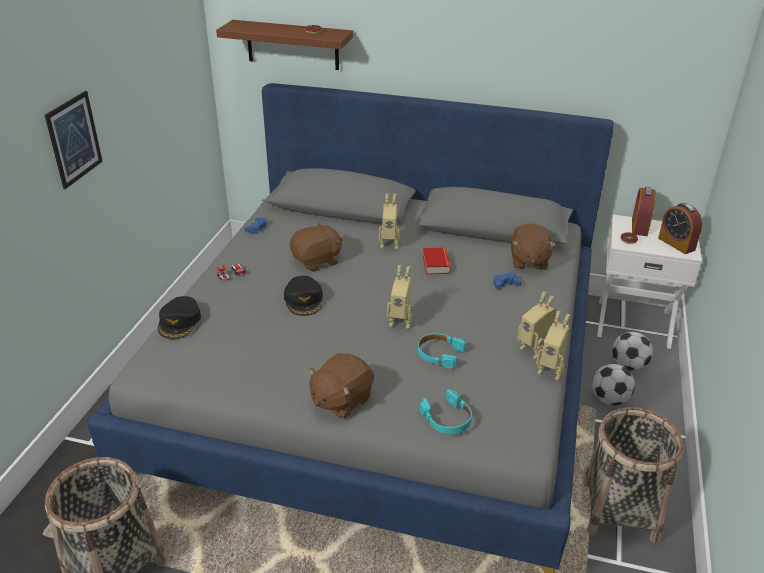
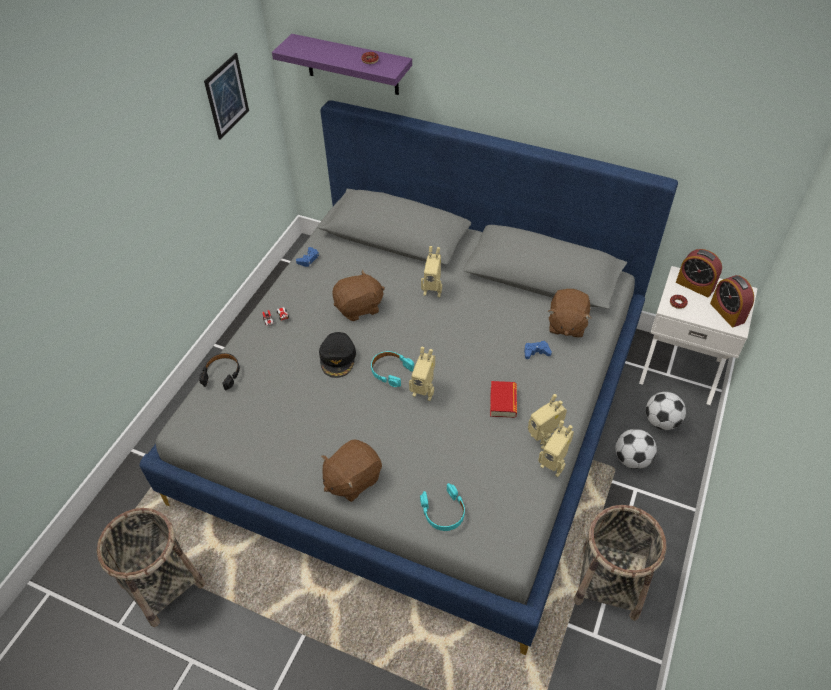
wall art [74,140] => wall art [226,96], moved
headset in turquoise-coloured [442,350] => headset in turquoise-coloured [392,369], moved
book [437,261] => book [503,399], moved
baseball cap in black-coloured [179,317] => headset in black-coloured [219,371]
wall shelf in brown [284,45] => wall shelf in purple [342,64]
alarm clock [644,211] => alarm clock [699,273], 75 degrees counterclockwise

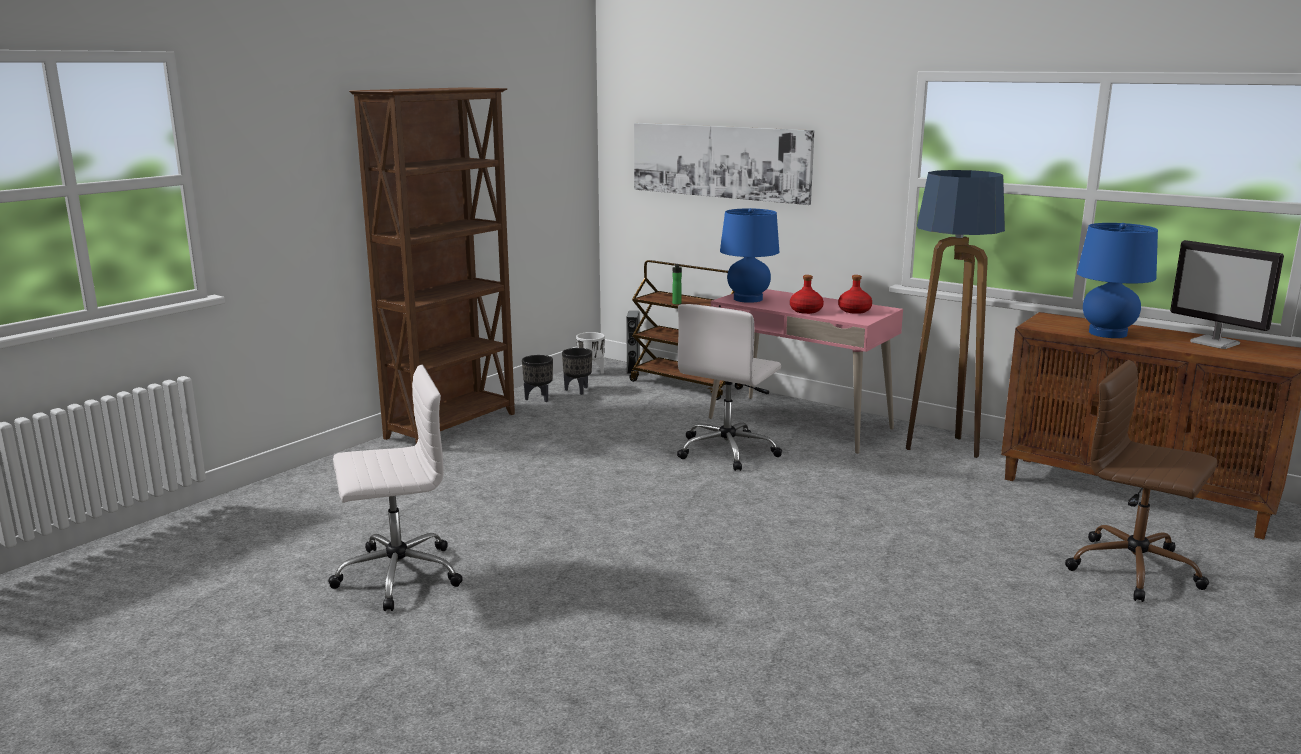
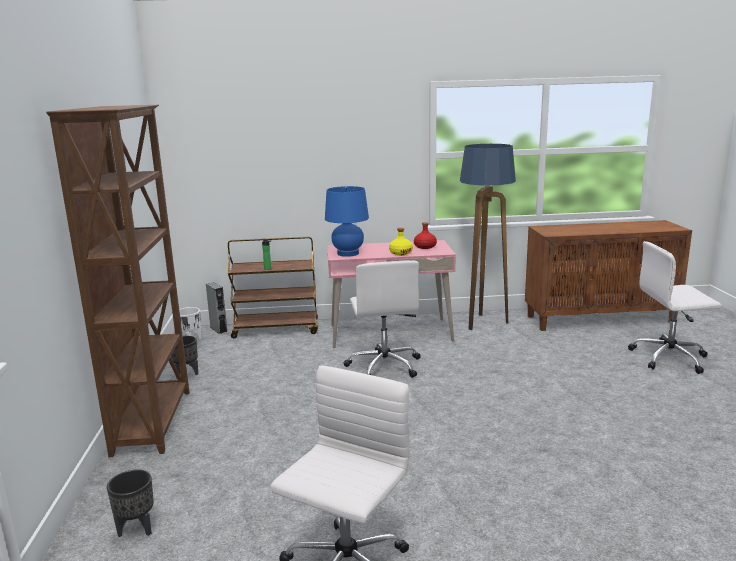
wall art [724,164] => nothing
tabletop lamp in blue [1117,280] => nothing
monitor [1227,294] => nothing
planter in black-coloured [577,371] => planter in black-coloured [130,503], moved
bottle in red-coloured [807,294] => bottle in yellow-coloured [401,241]
office chair in brown [1141,481] => office chair in whitish [674,307]

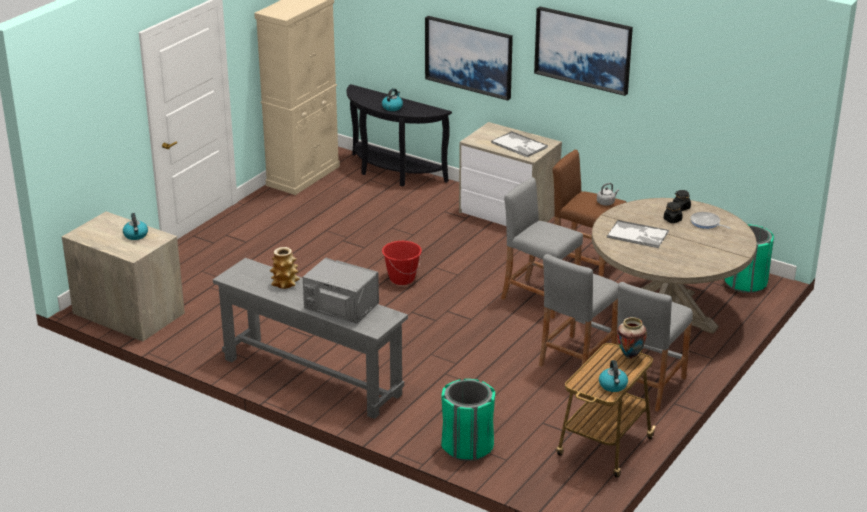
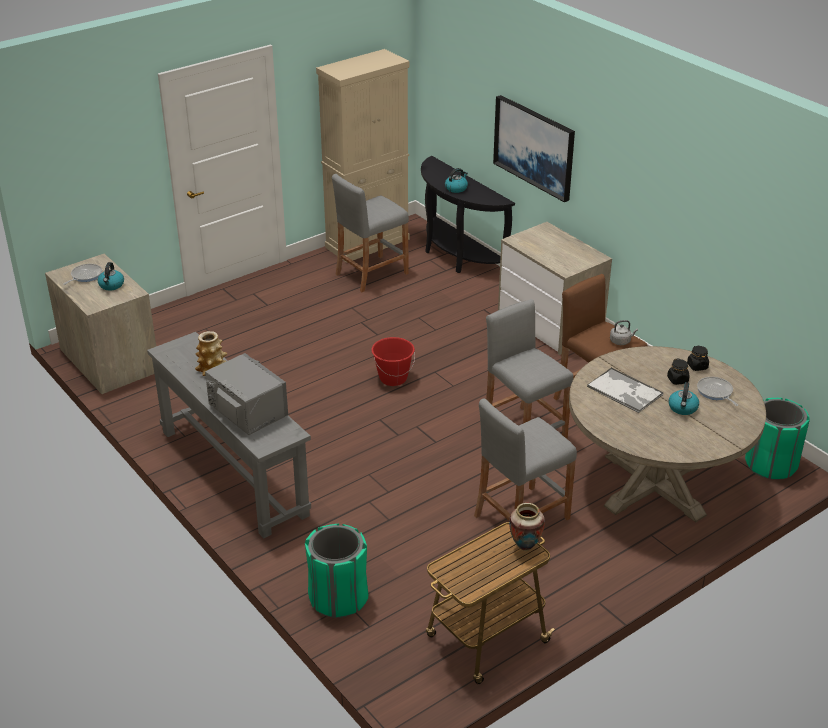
serving tray [519,144] => nothing
wall art [583,51] => nothing
nothing => skillet [83,274]
tea kettle [613,376] => tea kettle [684,398], moved
stool seat in gray [654,347] => stool seat in gray [370,233], moved

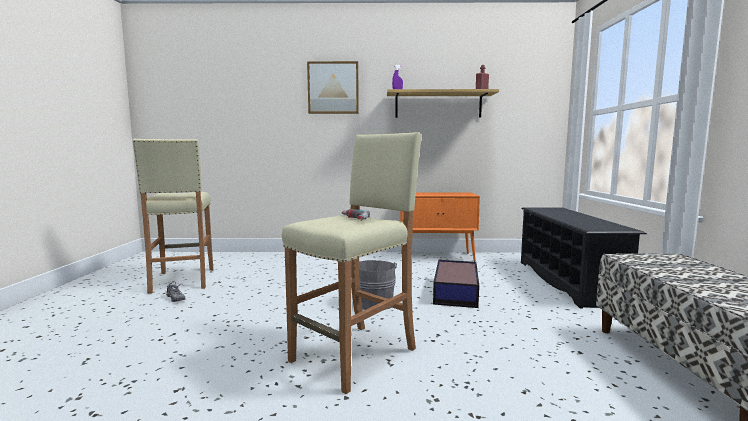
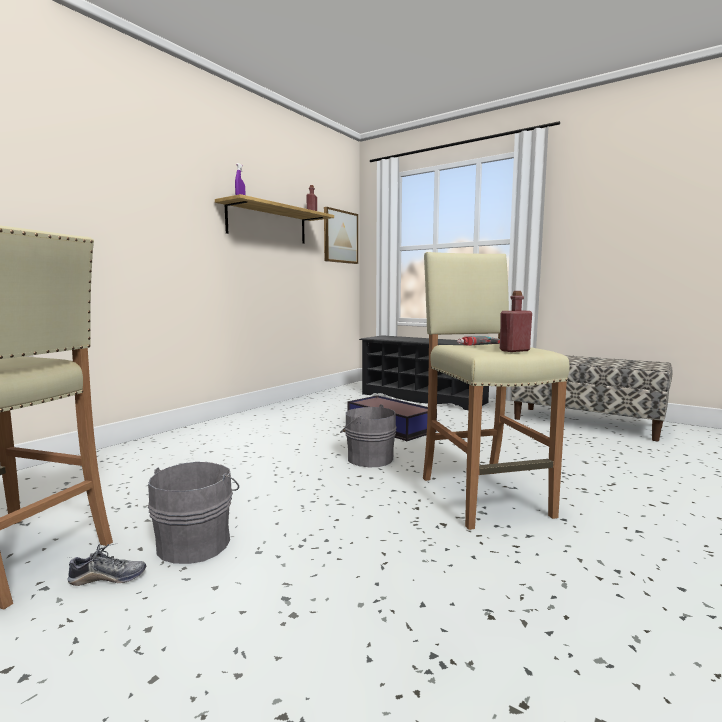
cabinet in orange-coloured [440,227] => nothing
nothing => water bucket in gray [193,513]
nothing => bottle in red-coloured [516,321]
wall art [333,87] => wall art [341,235], moved

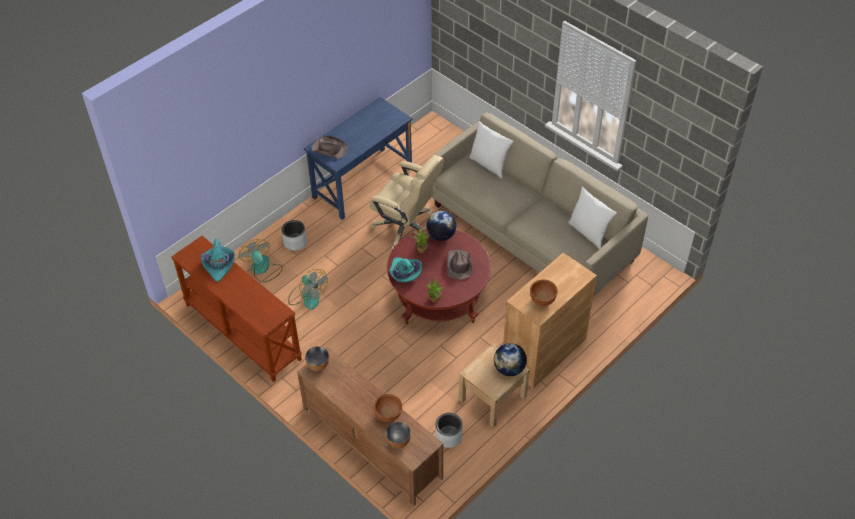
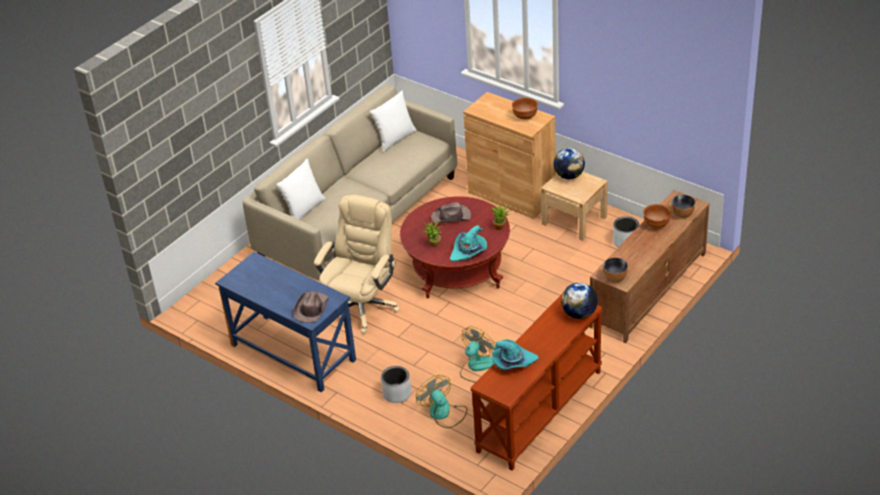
desk globe [441,226] => desk globe [579,301], moved
cooling fan [260,260] => cooling fan [441,401], 90 degrees clockwise

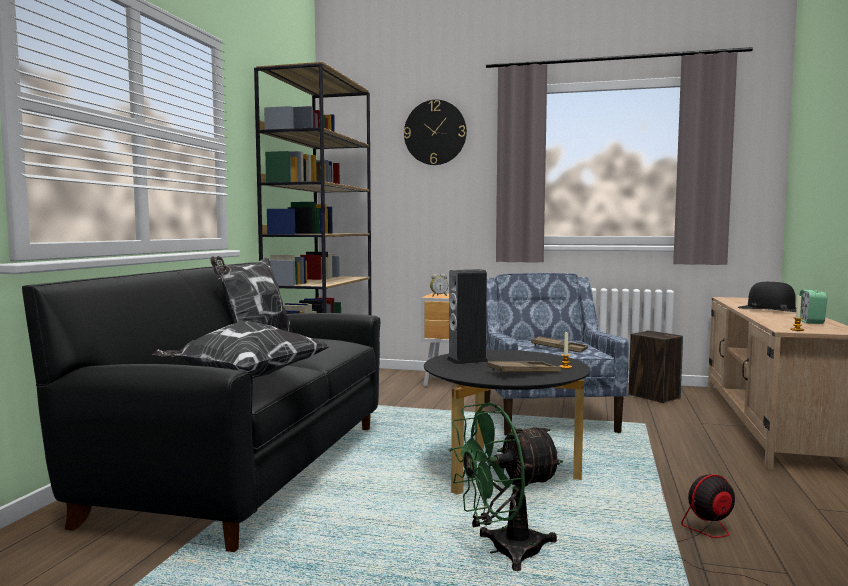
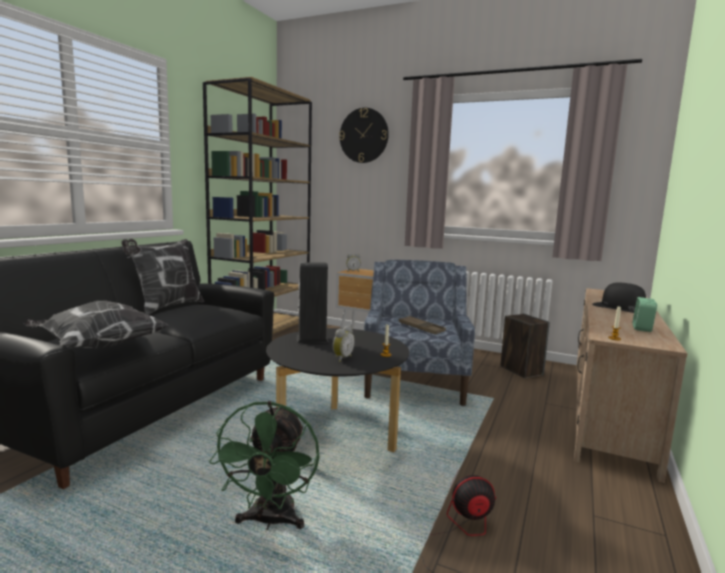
serving tray in brown [524,368] => alarm clock [344,344]
cooling fan in greenish [506,486] => cooling fan in greenish [264,465], 75 degrees counterclockwise

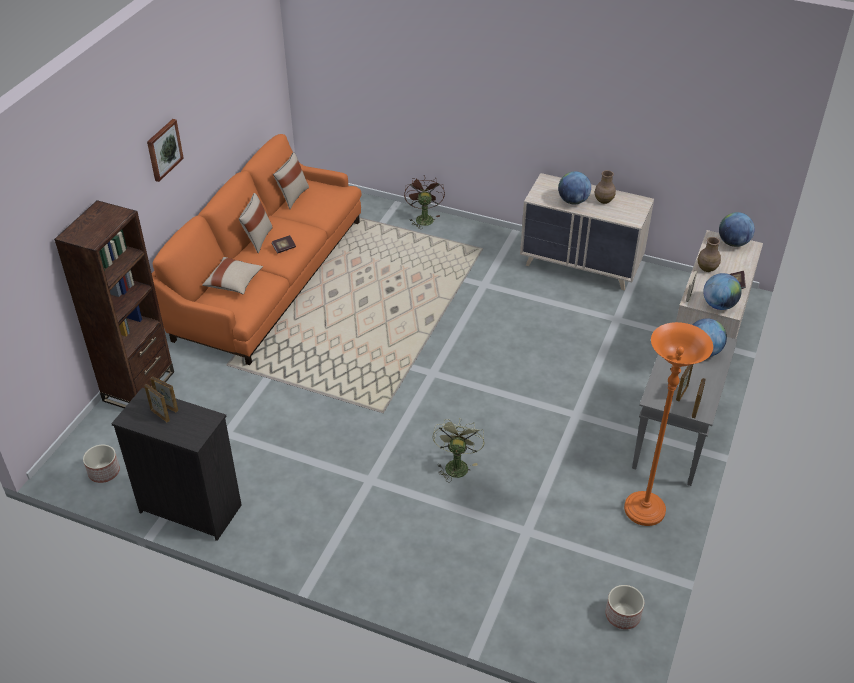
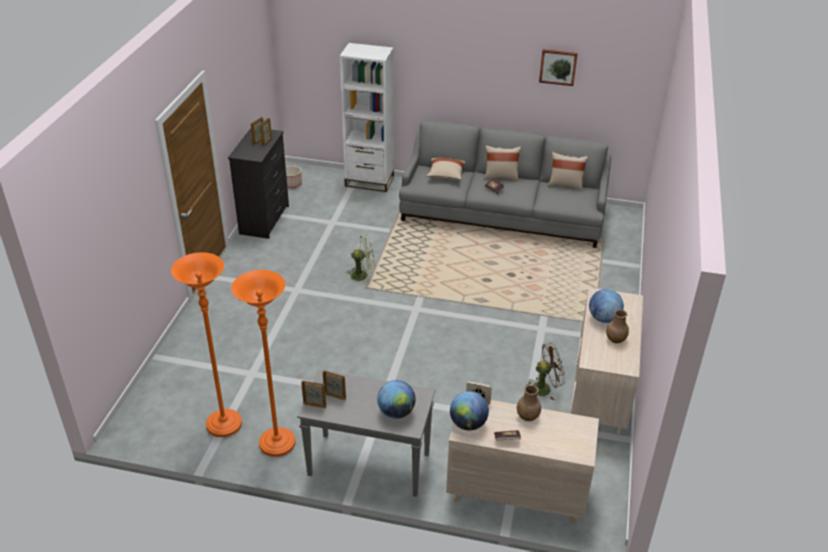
planter [624,607] => nothing
desk globe [737,229] => nothing
nothing => floor lamp in orange-coloured [206,344]
wall art [165,150] => wall art [558,67], moved
cooling fan in brown [424,201] => cooling fan in brown [544,371], moved
cooling fan in greenish [458,450] => cooling fan in greenish [360,260], moved
bookshelf in brown [114,304] => bookshelf in whitish [367,117]
sofa in orange-coloured [257,249] => sofa in gray [505,184]

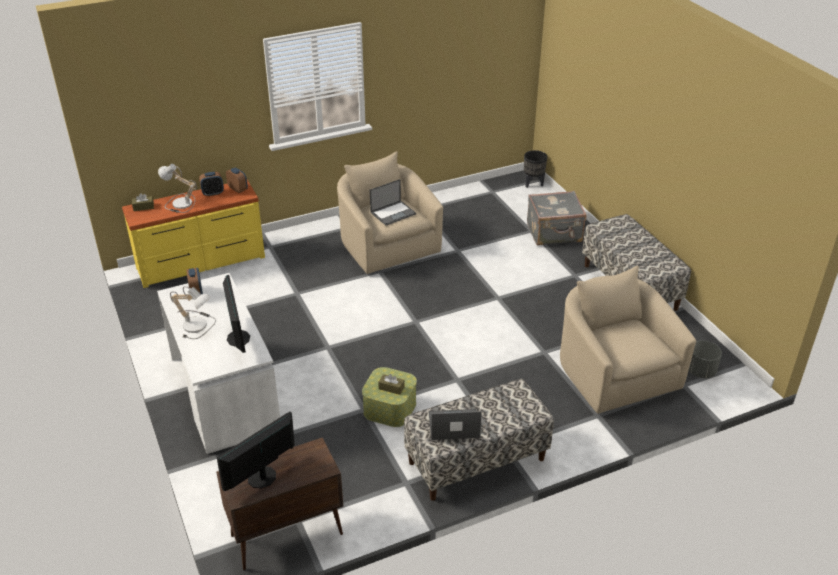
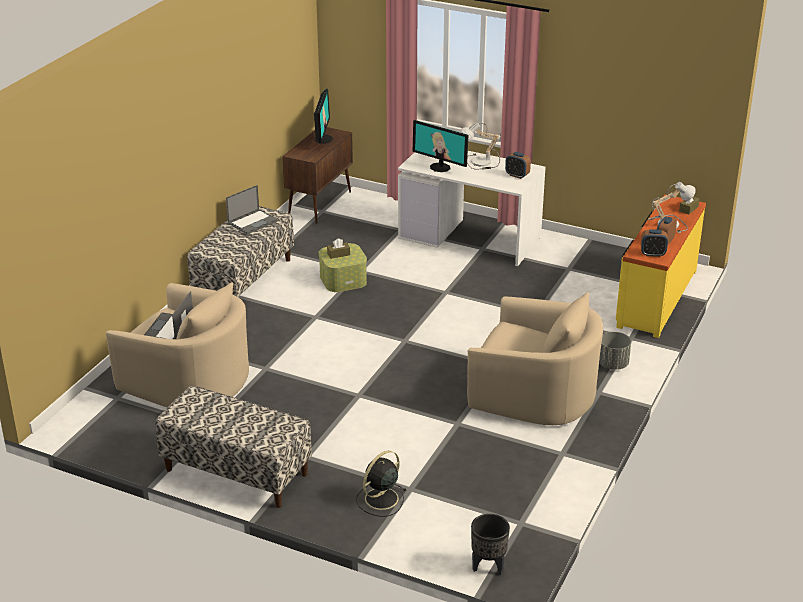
notebook computer [393,202] => notebook computer [168,315], moved
planter in gray [705,359] => planter in gray [615,351], moved
piece of luggage in gray [557,218] => cooling fan in black-coloured [381,483]

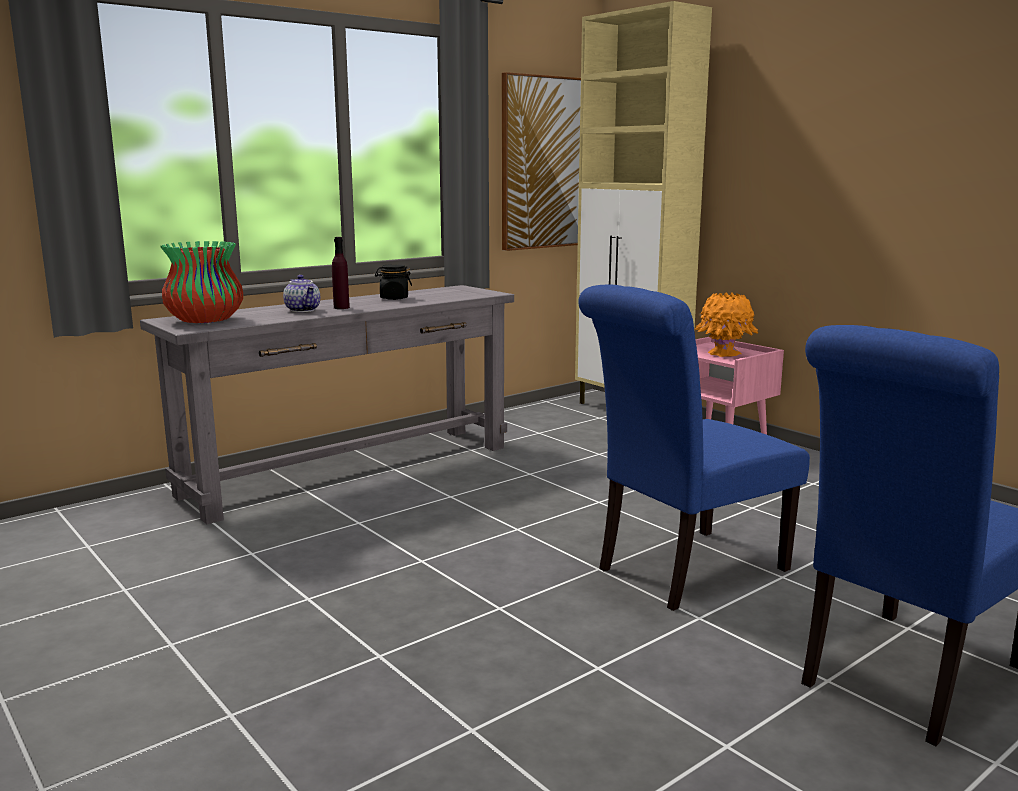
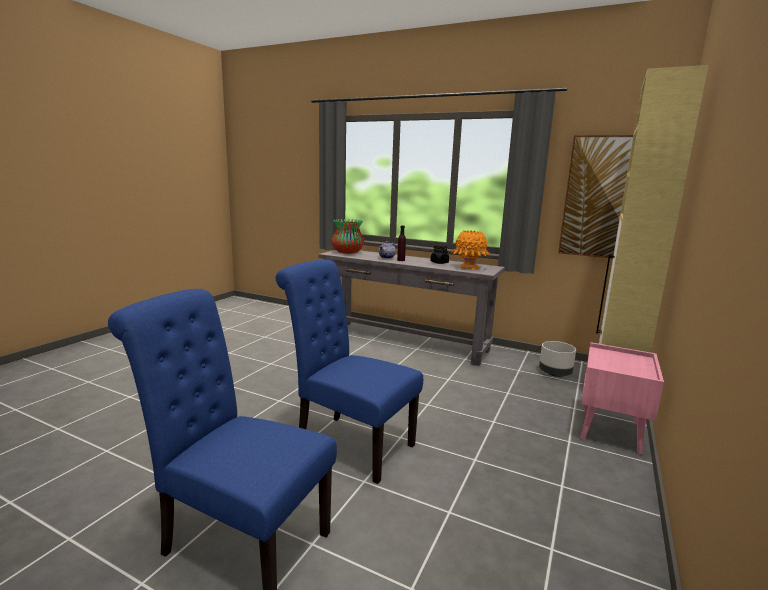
nothing => planter in gray [557,359]
flower vase in orange-coloured [726,325] => flower vase in orange-coloured [471,250], moved

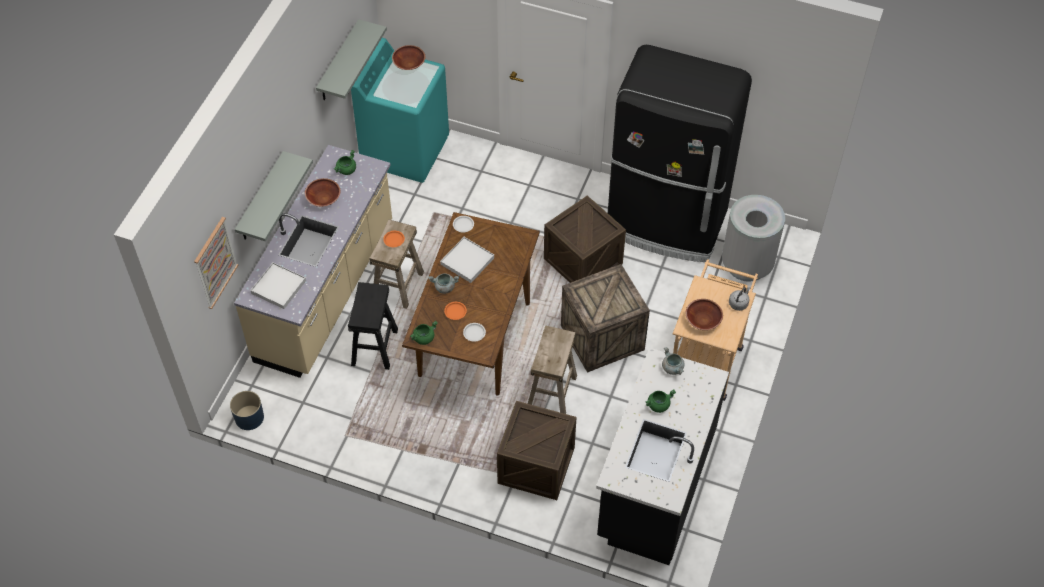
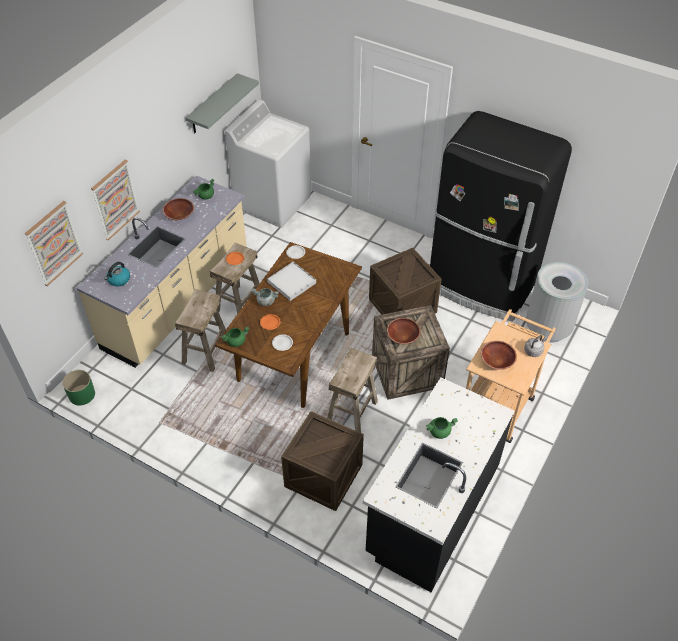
saucepot in gray [673,361] => nothing
serving bowl in brown [408,57] => serving bowl in brown [404,331], moved
wall shelf in gray [274,196] => wall art [115,200]
serving tray in whitish [278,285] => tea kettle [117,274]
planter in blue [247,410] => planter in greenish [78,388]
stool seat in black-coloured [373,326] => stool seat in sand-coloured [200,330]
laundry machine in turquoise-coloured [400,110] => laundry machine in whitish [268,163]

